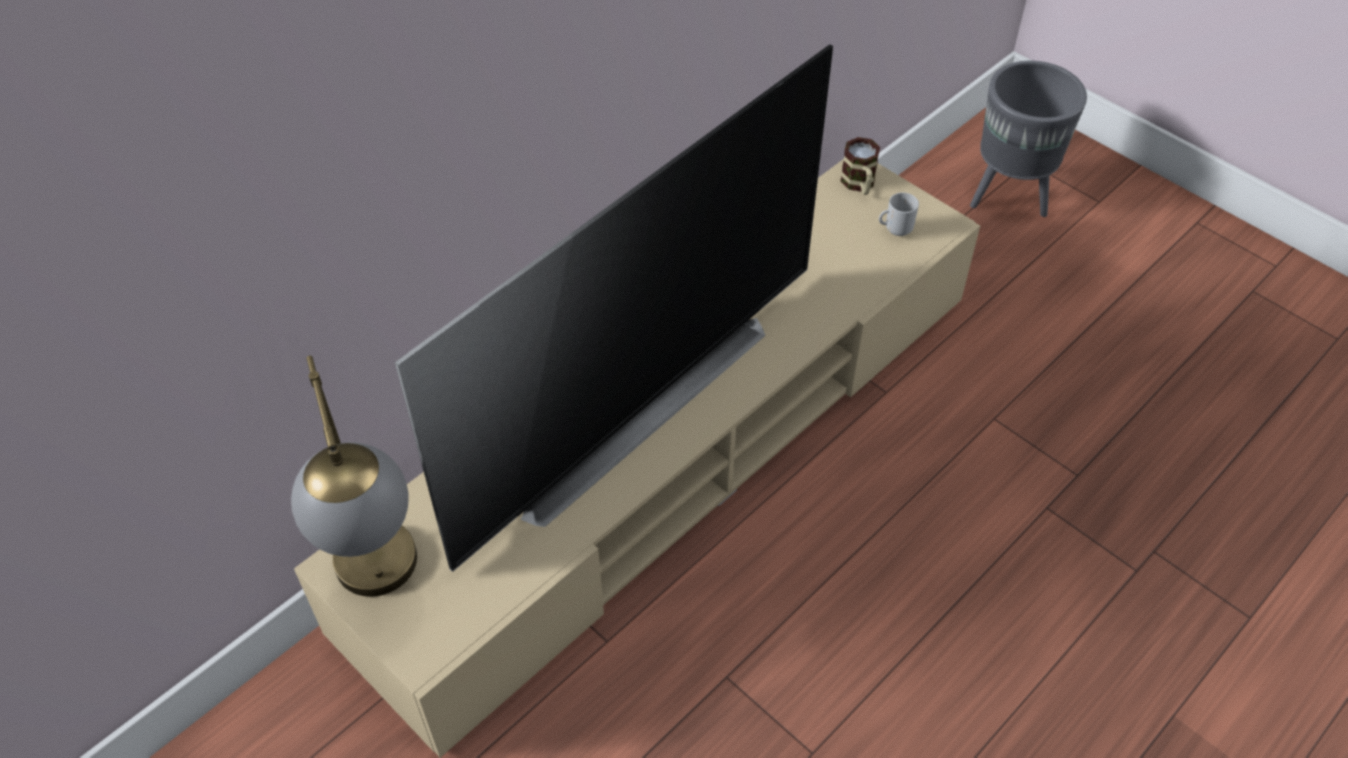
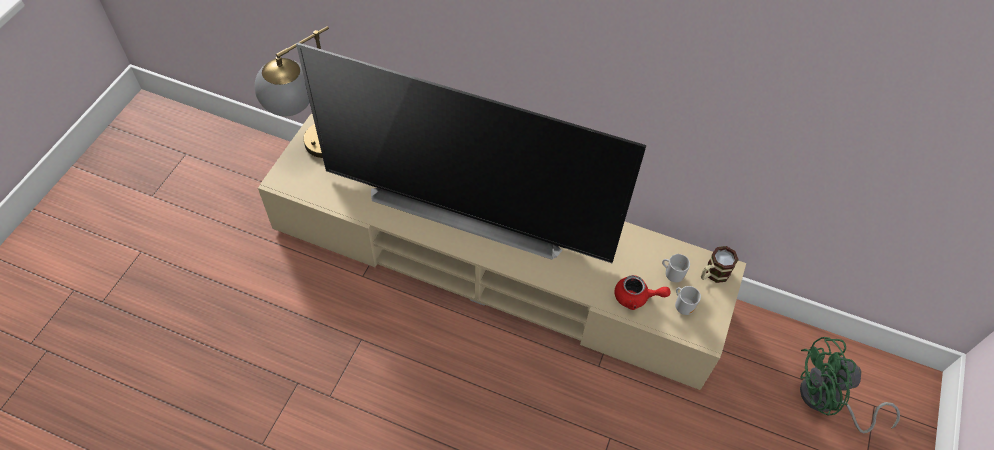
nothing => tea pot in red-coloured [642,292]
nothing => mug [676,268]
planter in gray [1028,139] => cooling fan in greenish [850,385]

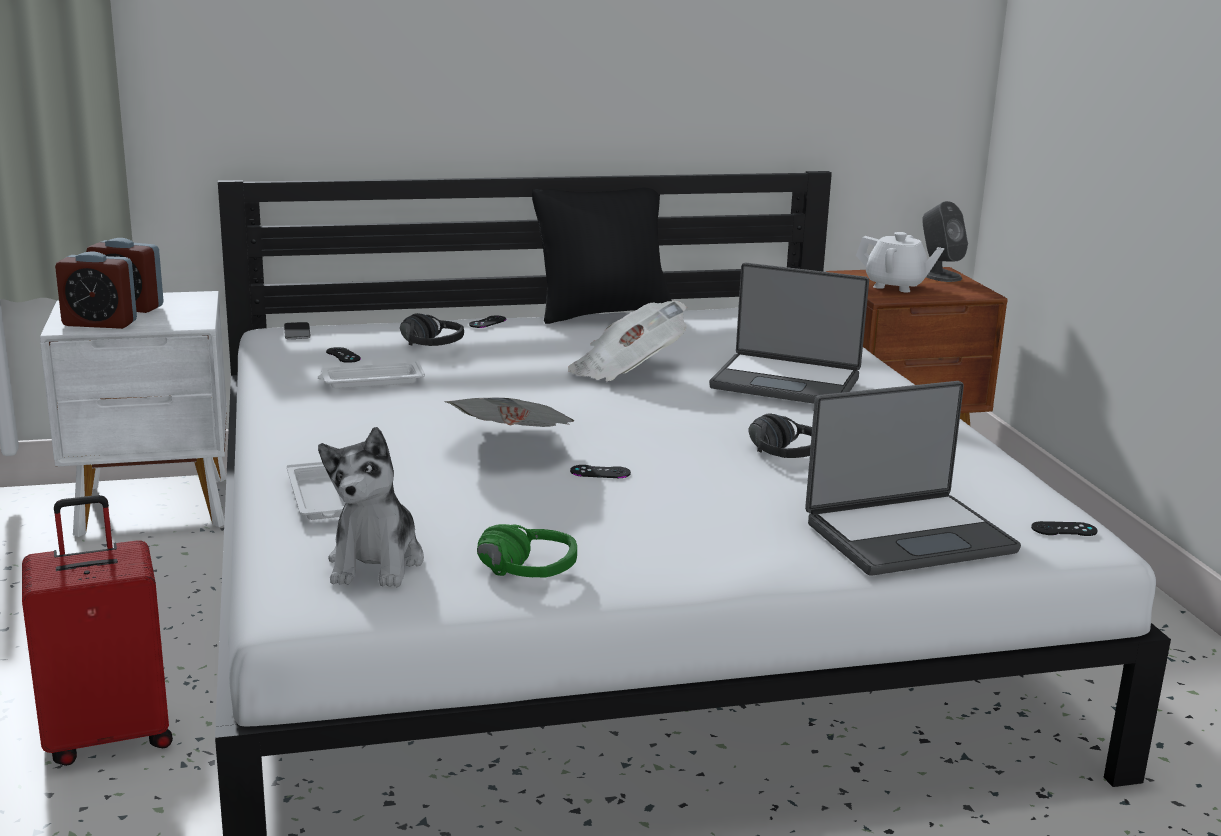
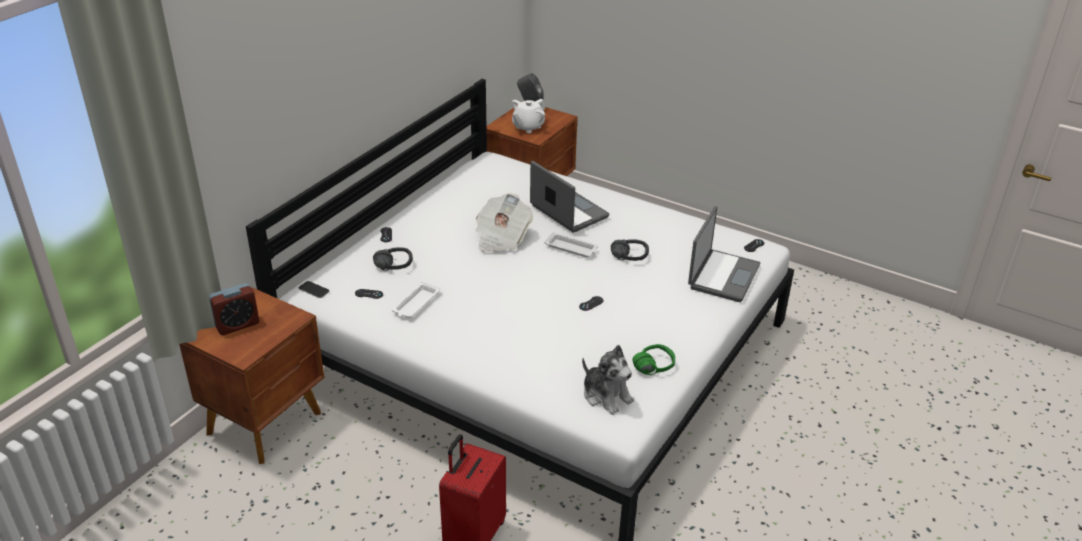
alarm clock [96,290] => nothing
printed paper [509,412] => nothing
throw pillow in black-coloured [602,256] => nothing
serving tray in whitish [316,491] => serving tray in whitish [571,244], moved
nightstand in whitish [133,414] => nightstand in brown [251,375]
notebook computer [789,333] => notebook computer [569,197], 105 degrees counterclockwise
tea pot in whitish [900,262] => tea pot in whitish [528,116], 150 degrees clockwise

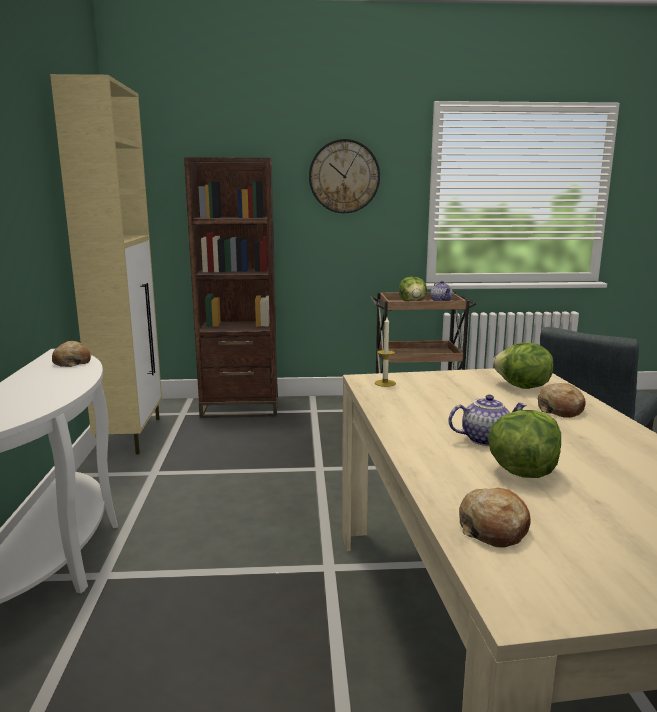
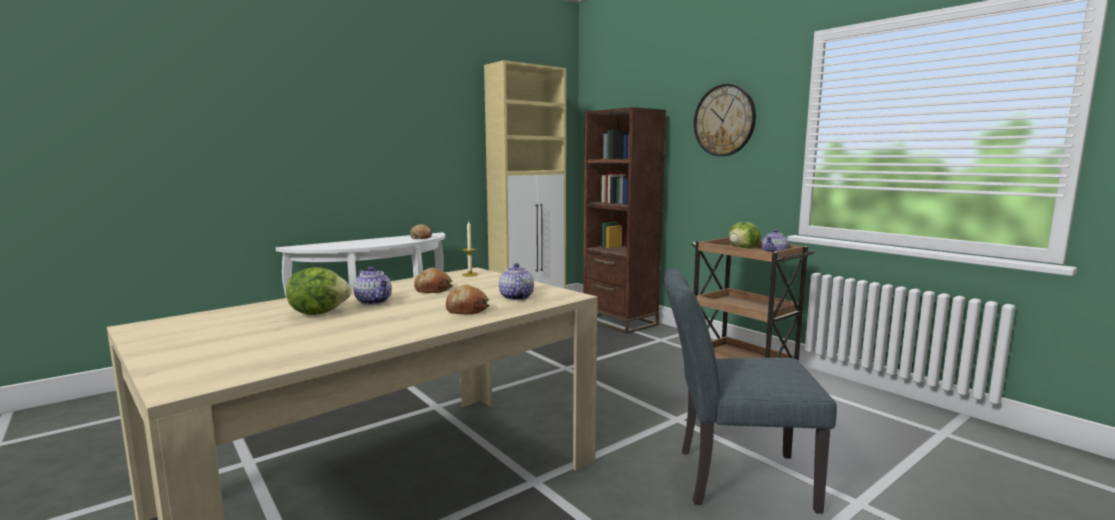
baked bread [495,518] => baked bread [433,280], moved
lettuce [523,365] => tea pot [516,281]

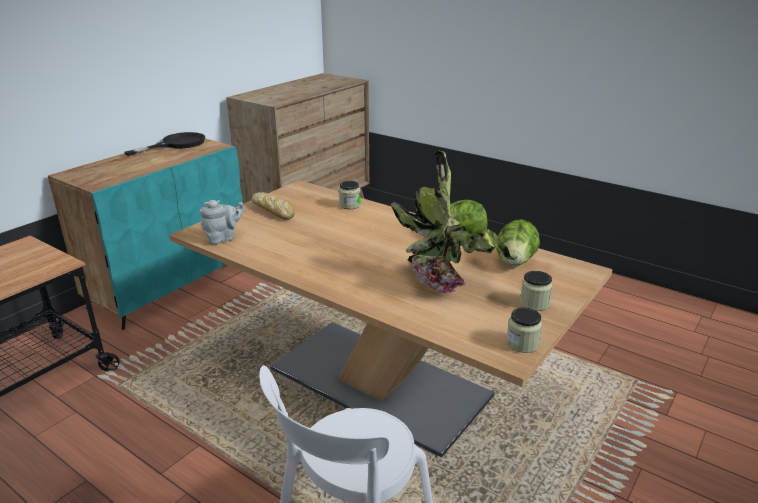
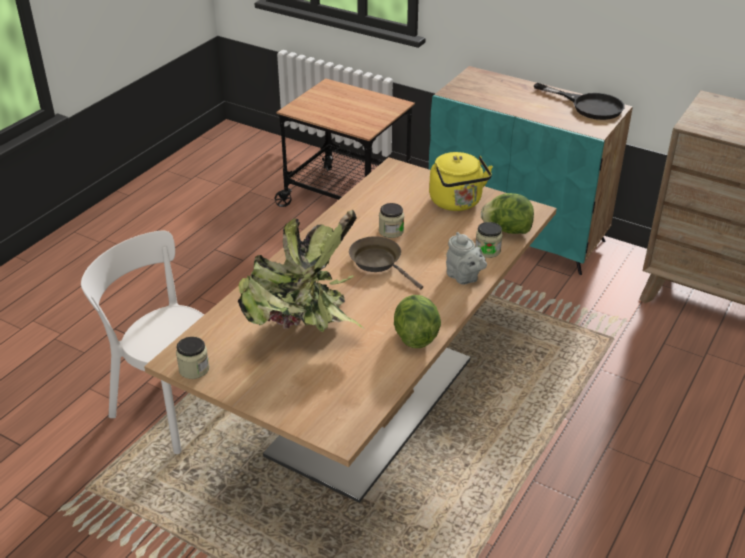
nothing => skillet in brown [386,262]
tea pot in gray [222,222] => tea pot in gray [466,258], moved
lettuce [518,242] => lettuce [507,213], moved
preserve jar [536,291] => preserve jar [391,220], moved
baked bread [273,206] => tea kettle in yellow-coloured [461,181]

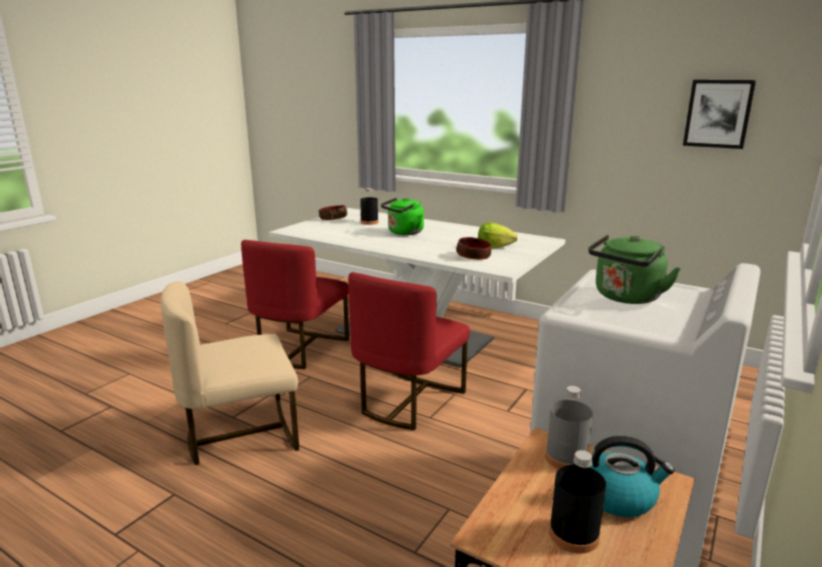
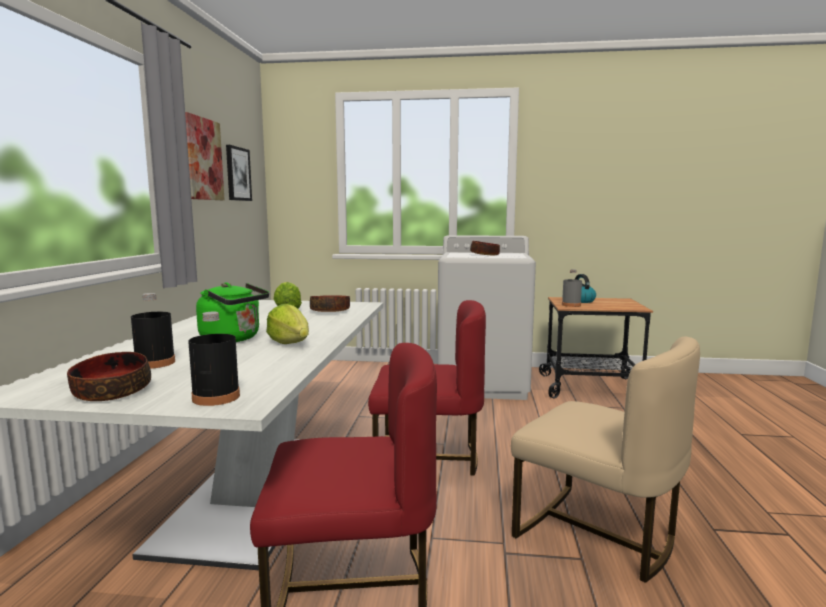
nothing => wall art [205,156]
nothing => lettuce [287,324]
bottle in black-coloured [577,502] => bottle in black-coloured [214,359], moved
tea kettle in greenish [634,269] => serving bowl [485,248]

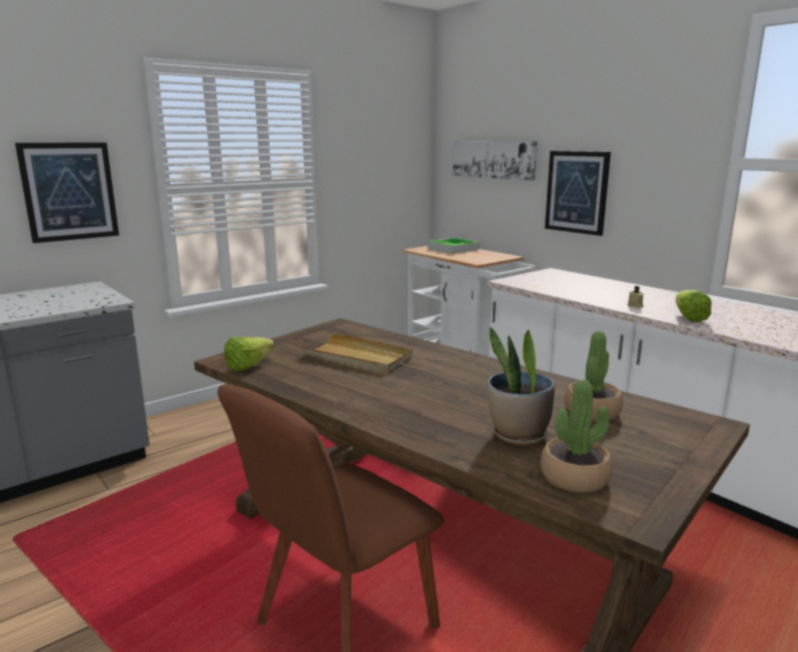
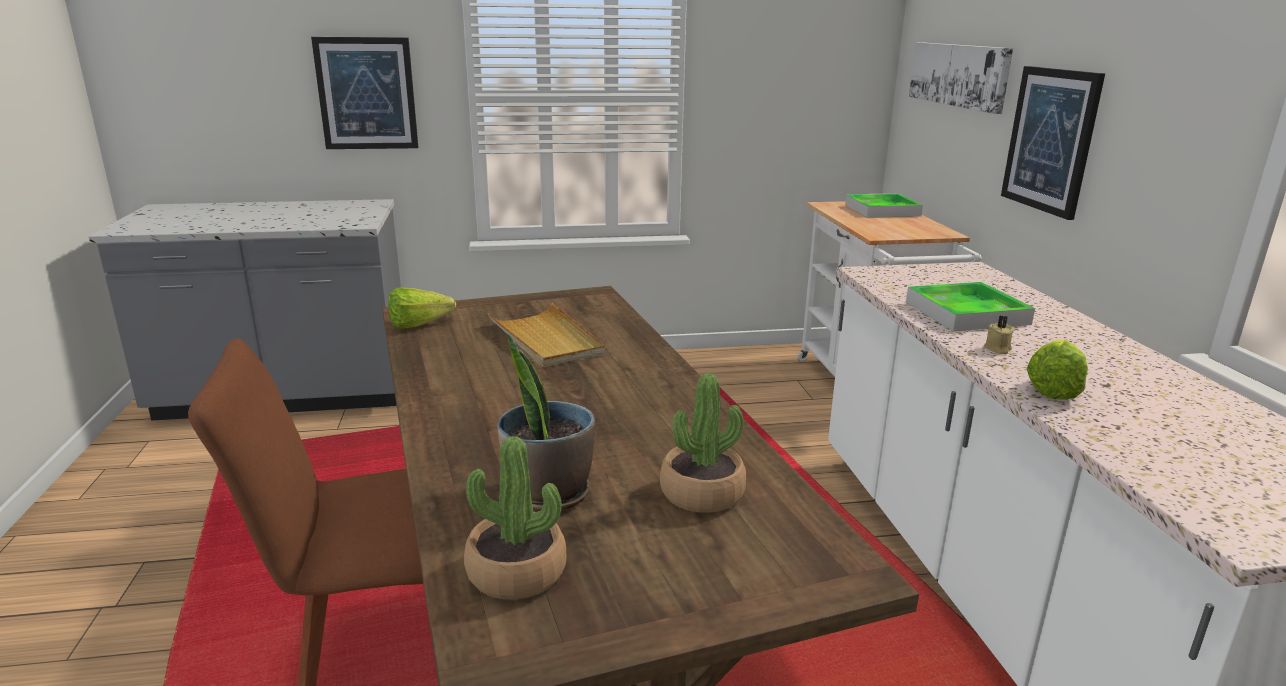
nothing => serving tray [970,306]

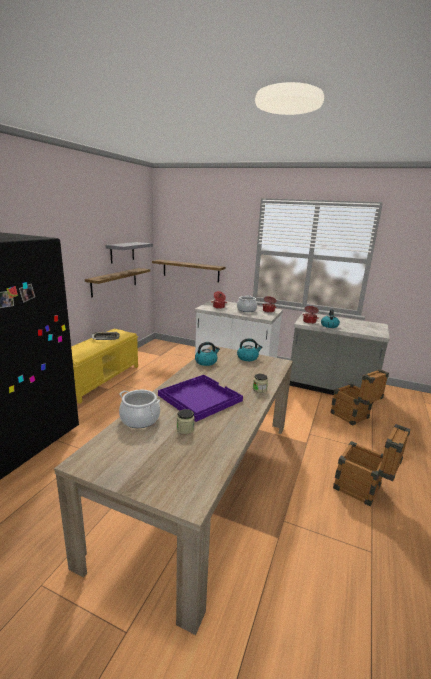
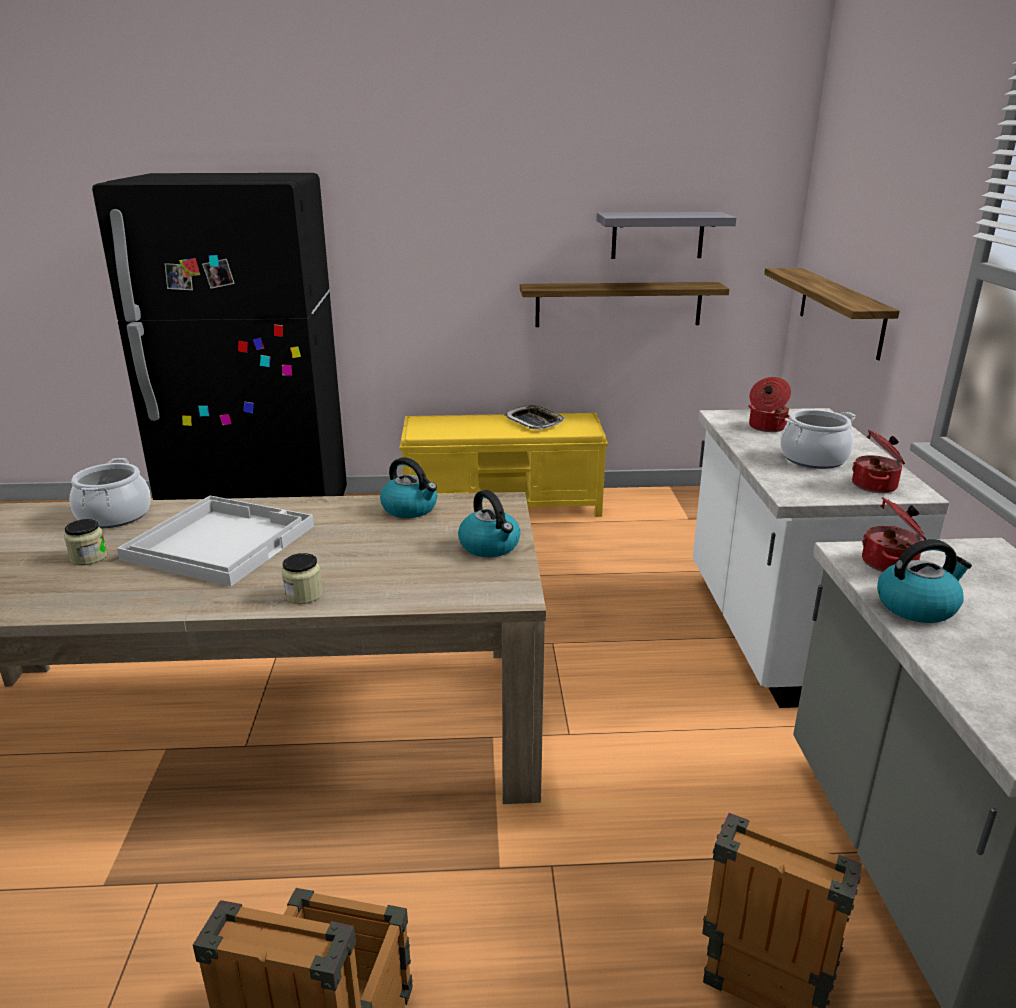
serving tray in purple [200,398] => serving tray in whitish [215,541]

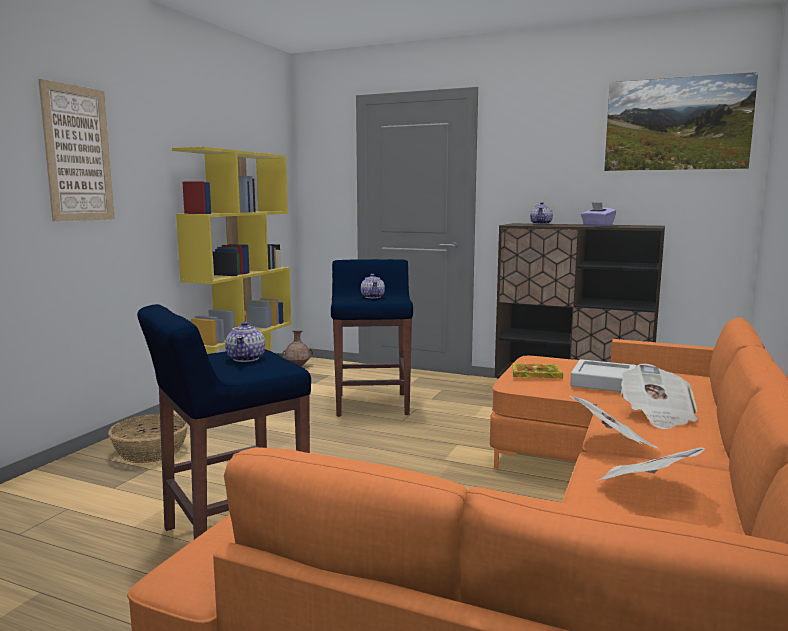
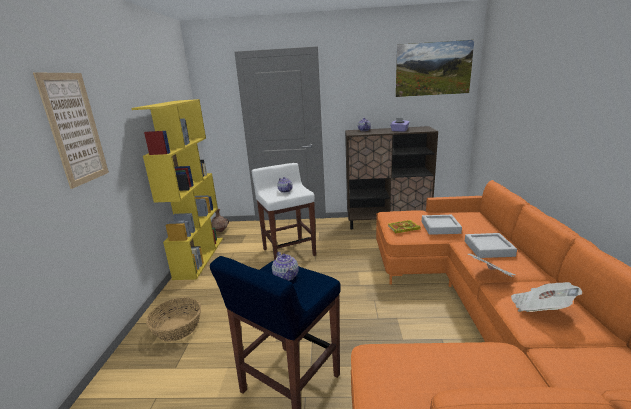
printed paper [659,396] => serving tray in gray [491,245]
stool seat in blue [372,338] => stool seat in whitish [284,211]

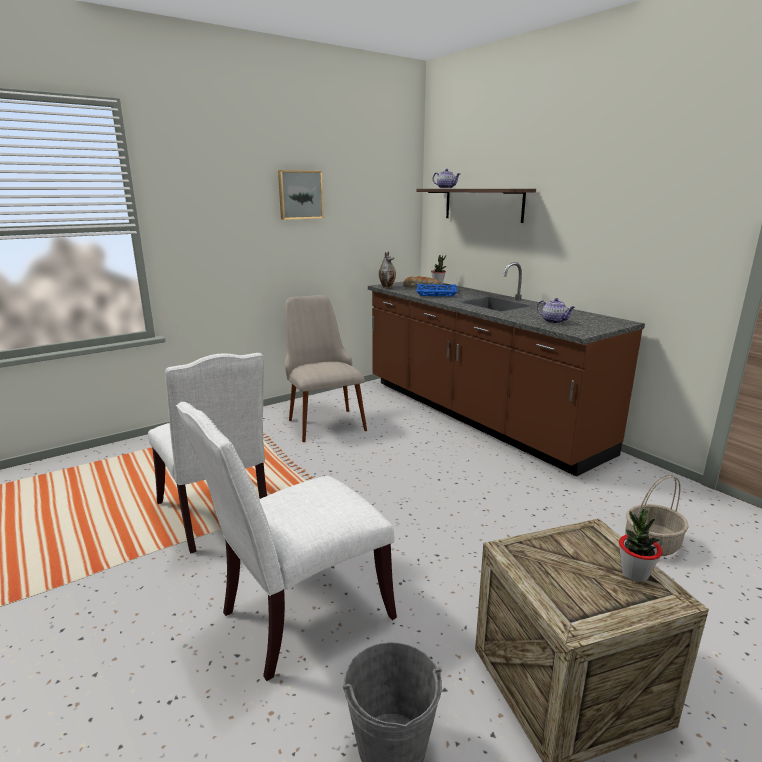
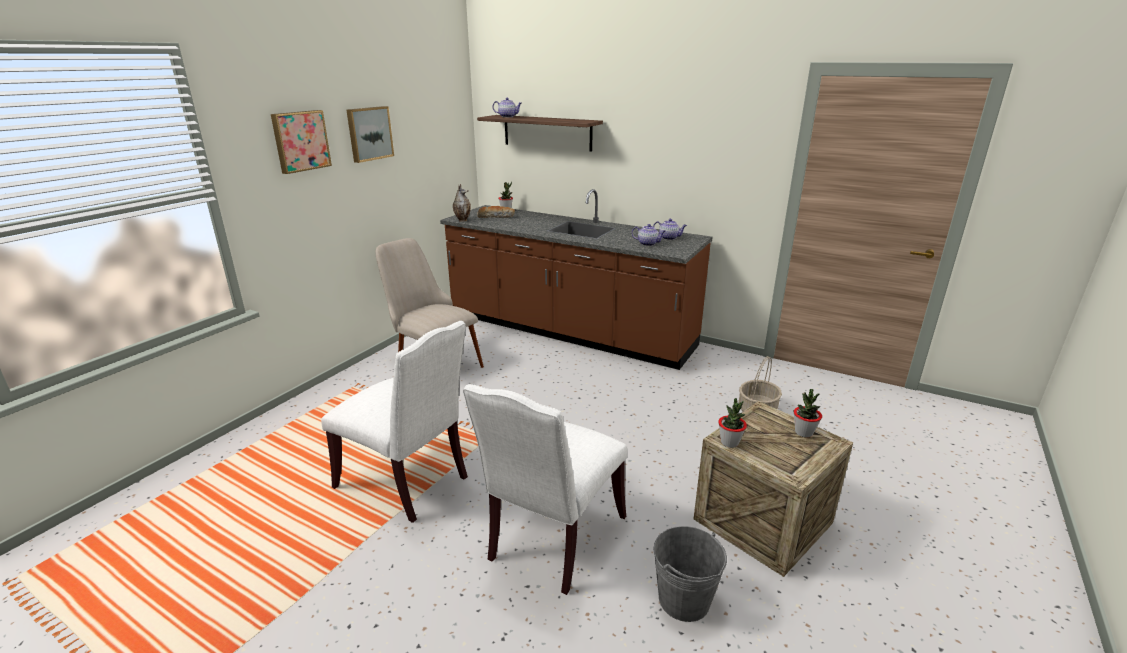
serving tray in blue [437,290] => nothing
nothing => wall art [301,142]
nothing => tea pot [670,229]
nothing => houseplant [732,423]

